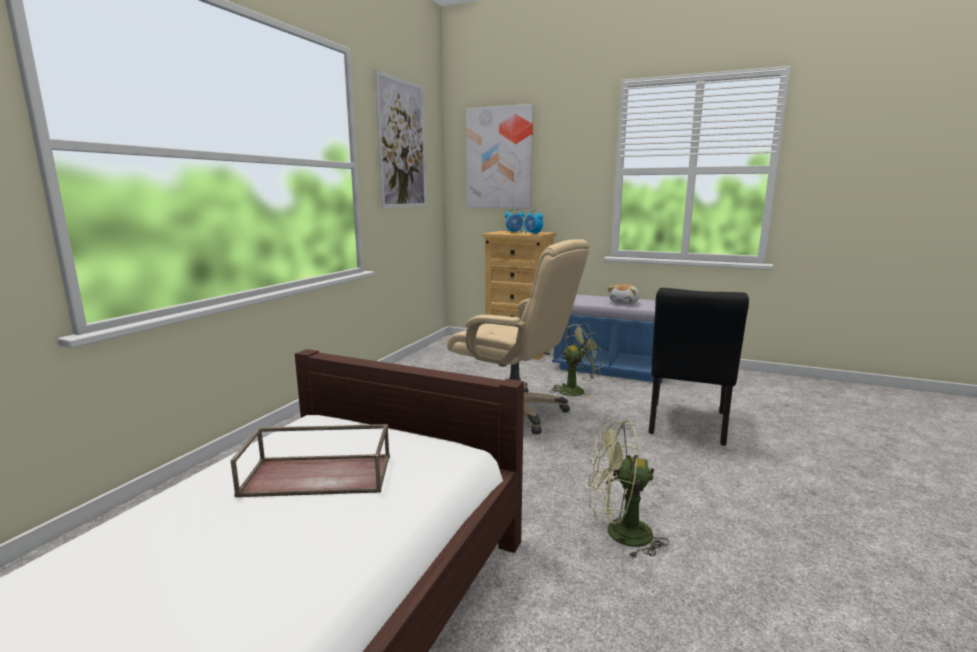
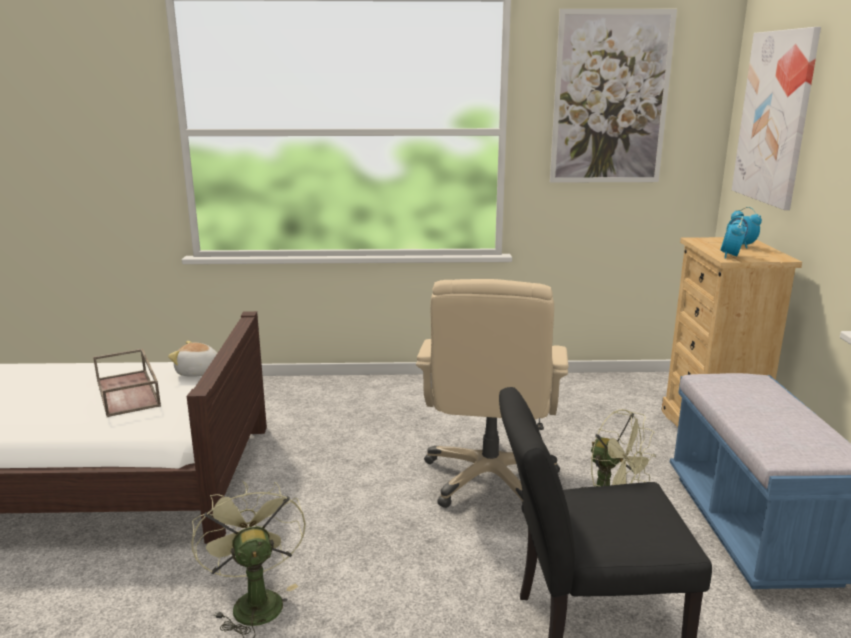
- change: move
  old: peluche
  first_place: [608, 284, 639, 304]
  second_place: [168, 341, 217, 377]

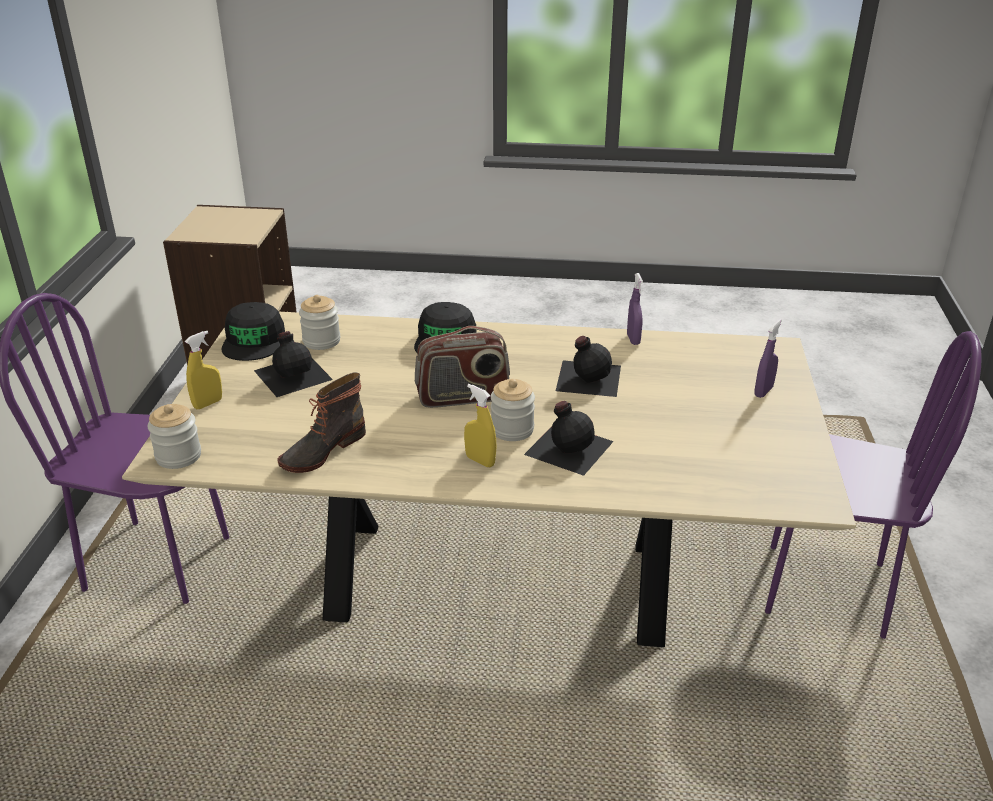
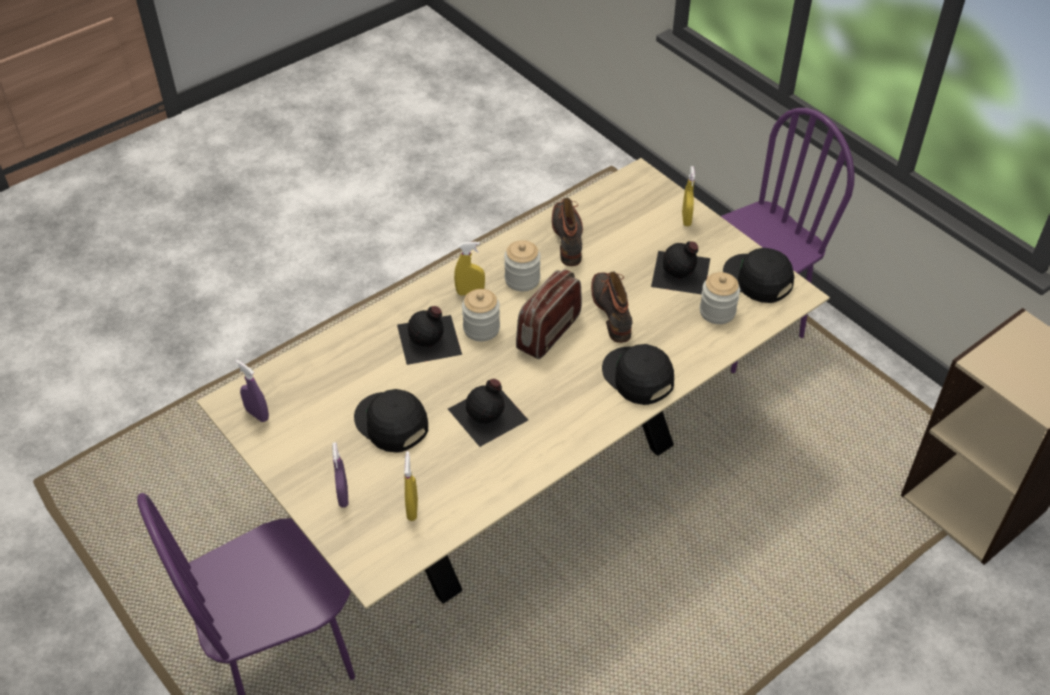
- change: move
  old: vaporisateur (violet)
  first_place: [627, 273, 643, 345]
  second_place: [236, 360, 269, 422]
- change: insert
  new: casquette (noir)
  second_place: [354, 389, 428, 453]
- change: insert
  new: vaporisateur (jaune)
  second_place: [404, 451, 418, 521]
- change: move
  old: bocal
  first_place: [148, 404, 201, 469]
  second_place: [504, 240, 541, 291]
- change: insert
  new: botte
  second_place: [591, 272, 632, 343]

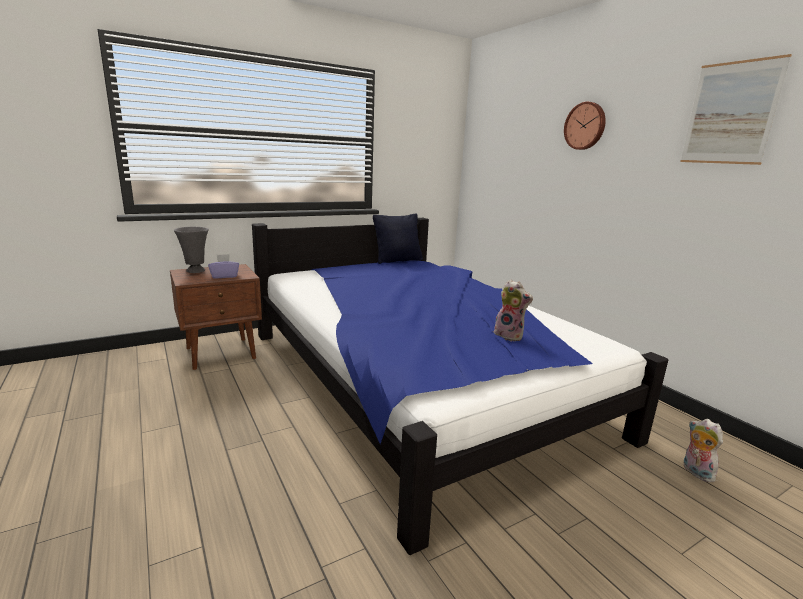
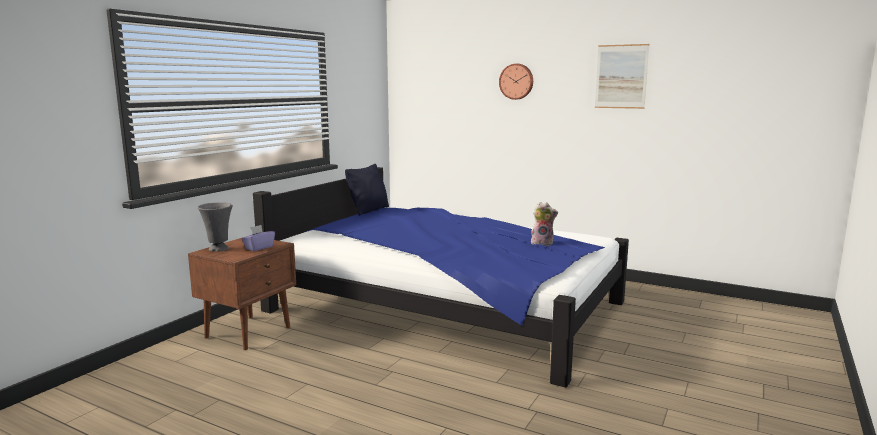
- change: delete
  old: peluche
  first_place: [683, 419, 723, 482]

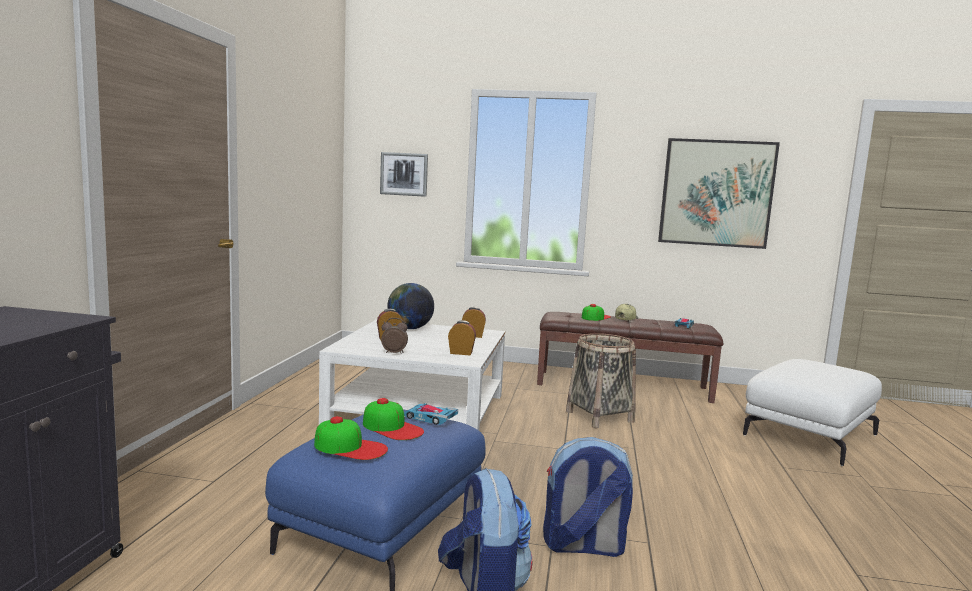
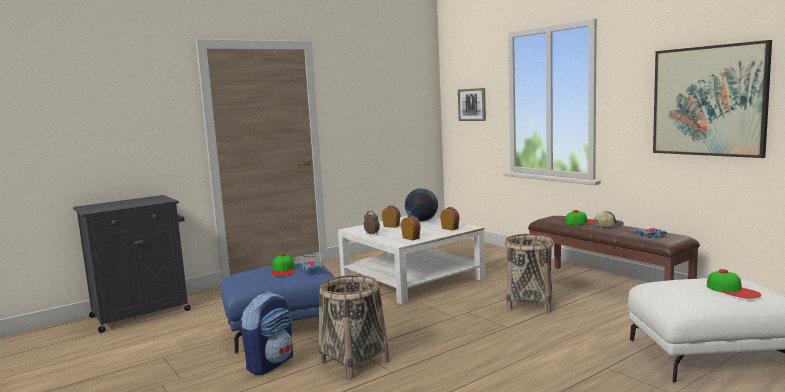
- change: replace
  old: sac à dos
  new: panier
  first_place: [543, 437, 633, 557]
  second_place: [319, 275, 390, 379]
- change: move
  old: casquette
  first_place: [314, 416, 388, 460]
  second_place: [707, 269, 761, 298]

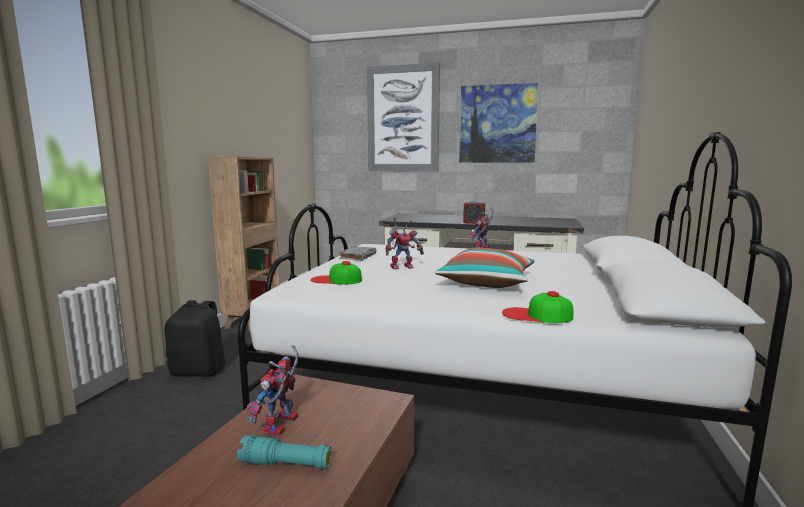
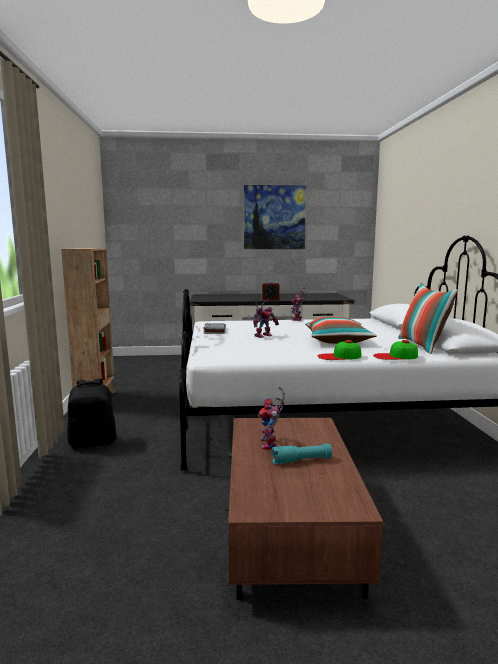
- change: move
  old: casquette
  first_place: [310, 261, 362, 284]
  second_place: [317, 340, 361, 360]
- change: insert
  new: coussin
  second_place: [398, 283, 458, 354]
- change: delete
  old: tableau
  first_place: [367, 63, 440, 172]

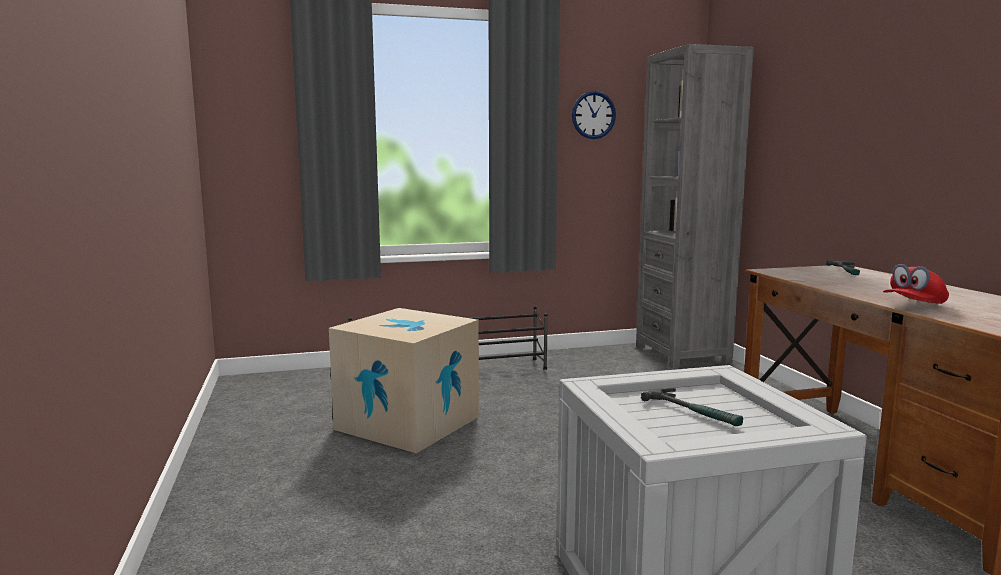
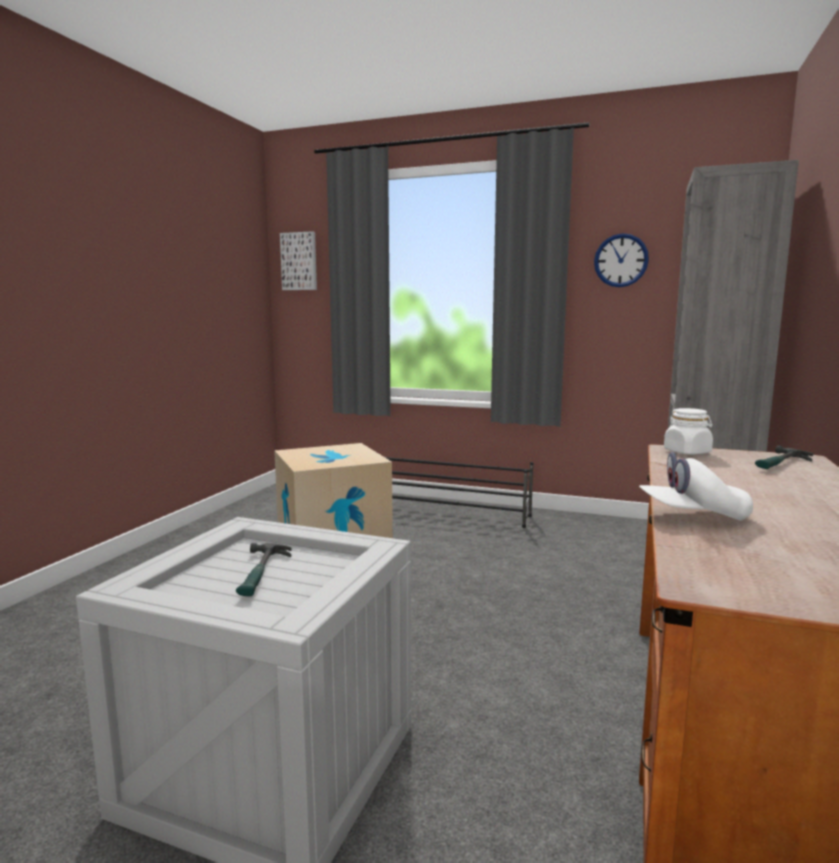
- change: insert
  new: tableau
  second_place: [280, 231, 317, 290]
- change: recolor
  old: casquette (rouge)
  new: casquette (blanc)
  first_place: [883, 264, 949, 304]
  second_place: [639, 452, 753, 521]
- change: insert
  new: bocal (blanc)
  second_place: [664, 408, 713, 455]

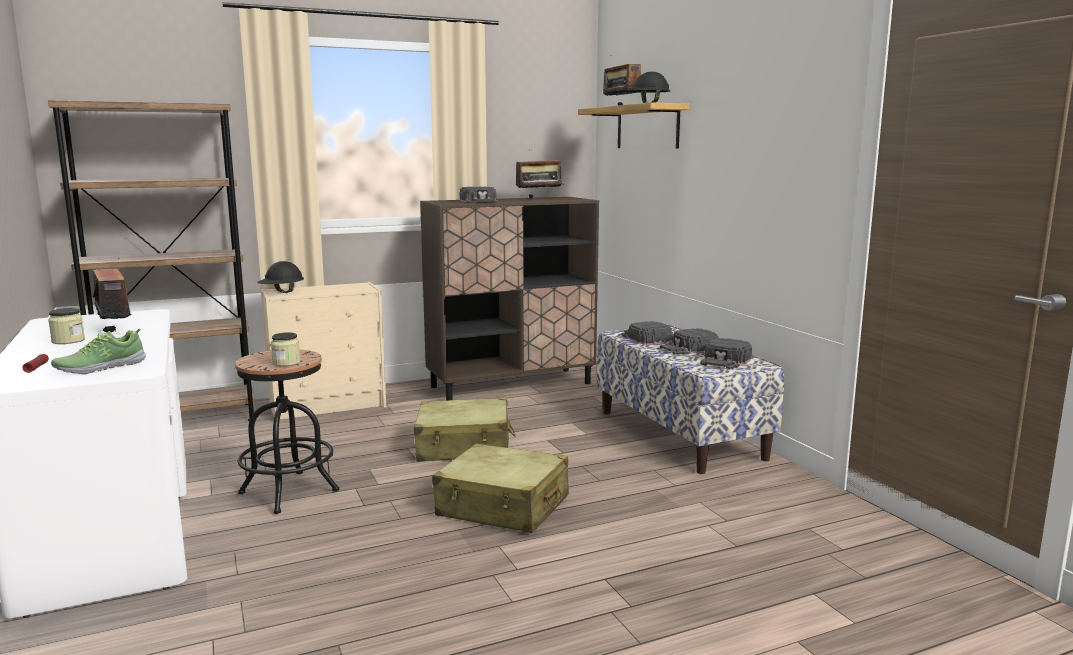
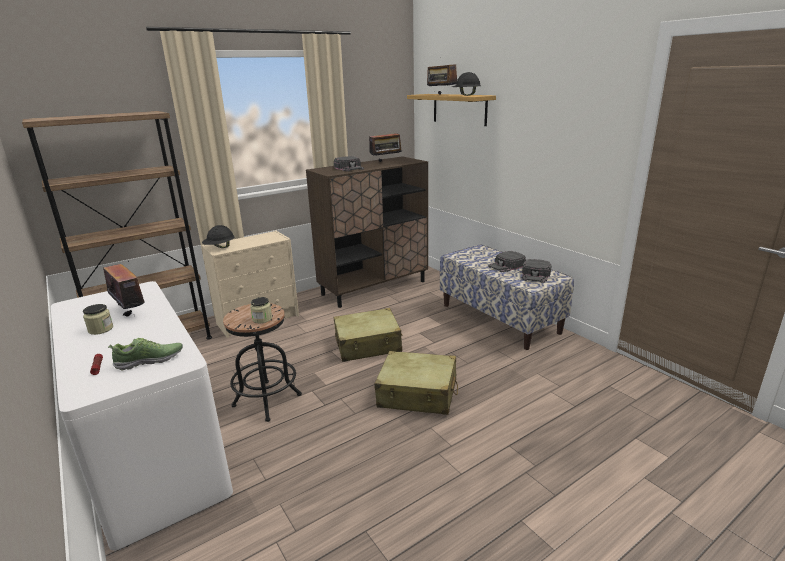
- change: rotate
  old: chaussure
  first_place: [51, 329, 146, 374]
  second_place: [109, 338, 183, 370]
  degrees: -150
- change: delete
  old: casquette (noir)
  first_place: [621, 321, 673, 345]

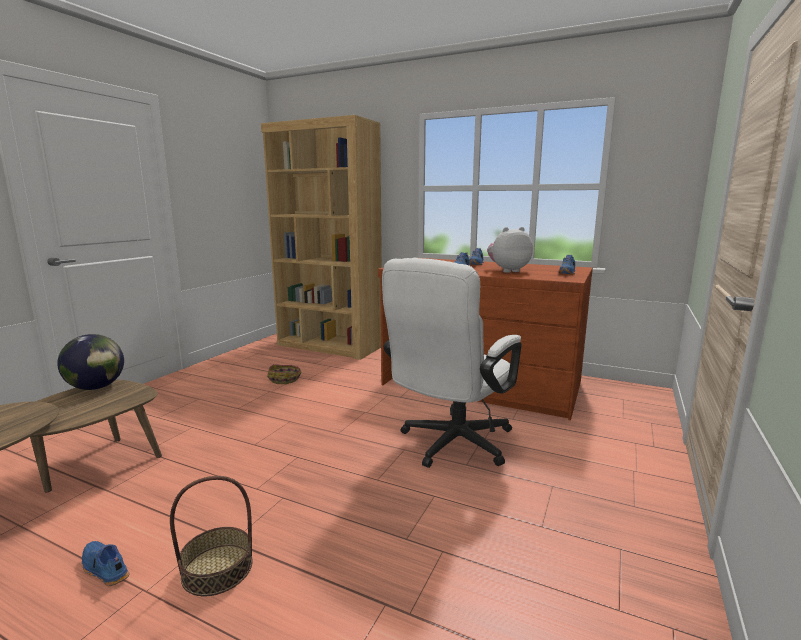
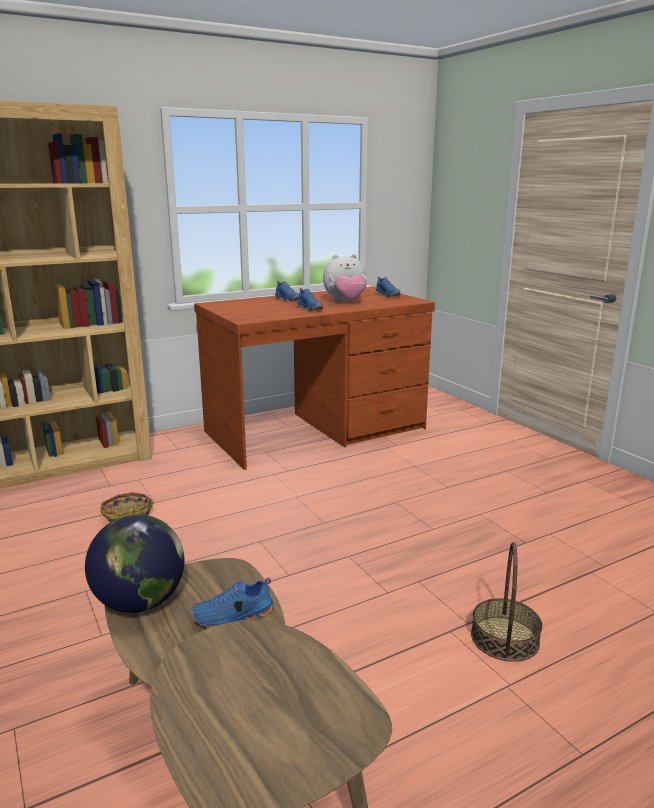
- change: move
  old: chaussure (bleu)
  first_place: [82, 541, 129, 586]
  second_place: [190, 578, 274, 628]
- change: rotate
  old: peluche
  first_place: [487, 227, 533, 273]
  second_place: [323, 254, 367, 302]
  degrees: -120
- change: delete
  old: chaise de bureau (blanc)
  first_place: [382, 258, 522, 468]

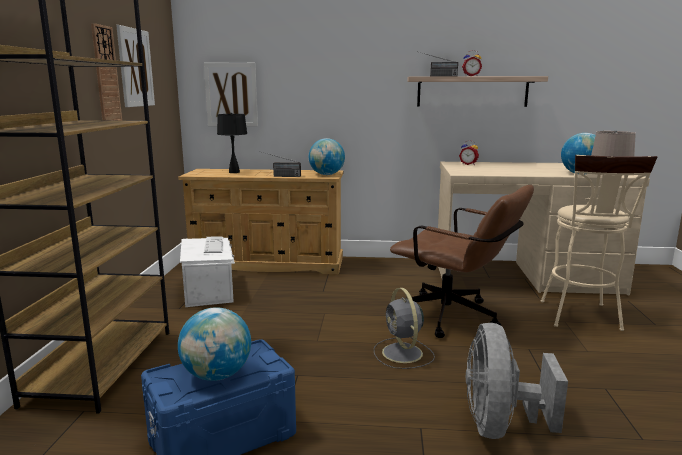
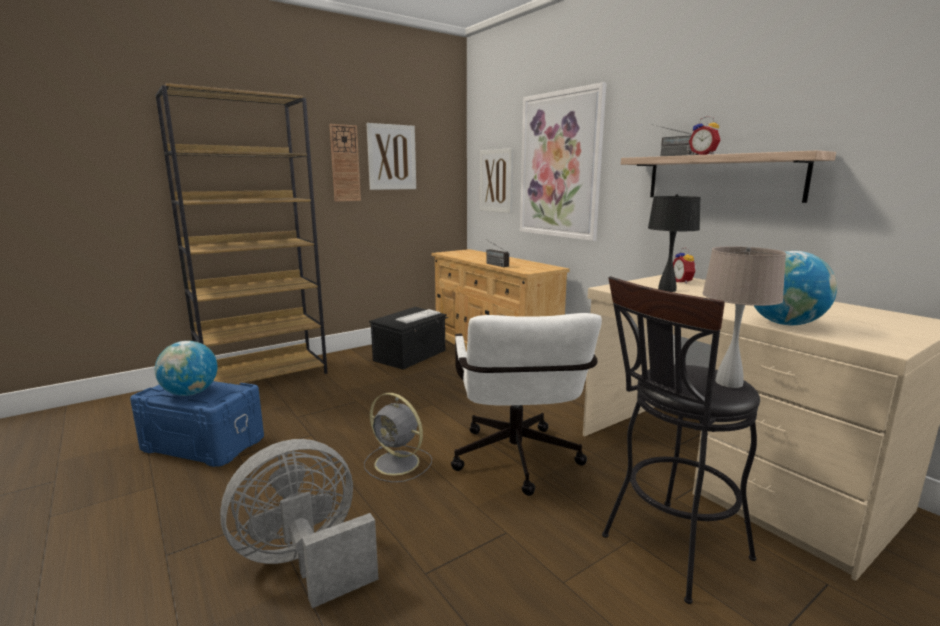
- change: rotate
  old: ventilateur (gris)
  first_place: [374, 288, 435, 369]
  second_place: [364, 393, 432, 482]
  degrees: -90
- change: recolor
  old: boîte de rangement (blanc)
  new: boîte de rangement (noir)
  first_place: [180, 238, 235, 307]
  second_place: [369, 307, 449, 370]
- change: recolor
  old: chaise de bureau (marron)
  new: chaise de bureau (blanc)
  first_place: [390, 185, 534, 338]
  second_place: [451, 313, 602, 496]
- change: insert
  new: tableau
  second_place: [520, 82, 607, 241]
- change: recolor
  old: tabouret (beige)
  new: tabouret (noir)
  first_place: [541, 155, 657, 331]
  second_place: [602, 276, 760, 604]
- change: move
  old: lampe de table (noir)
  first_place: [217, 113, 247, 173]
  second_place: [648, 194, 701, 292]
- change: delete
  old: globe
  first_place: [309, 138, 345, 175]

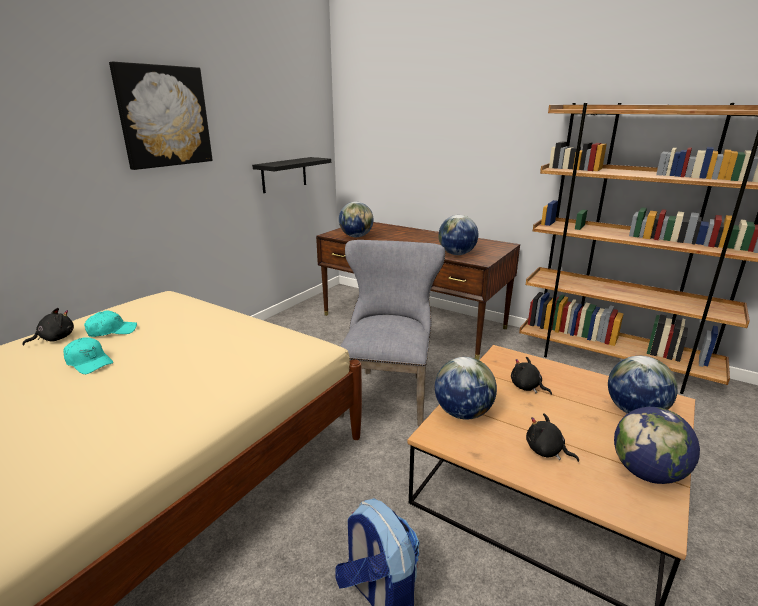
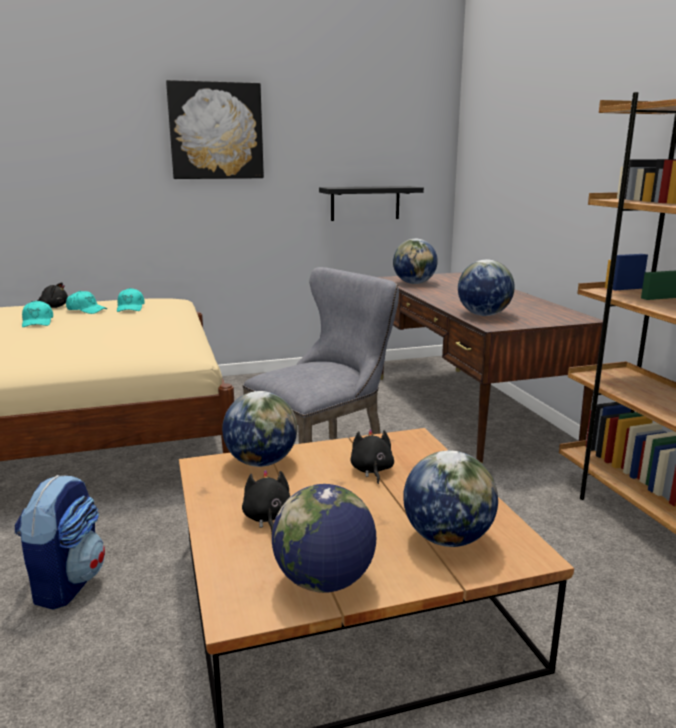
- change: insert
  new: casquette (turquoise)
  second_place: [117, 288, 144, 312]

